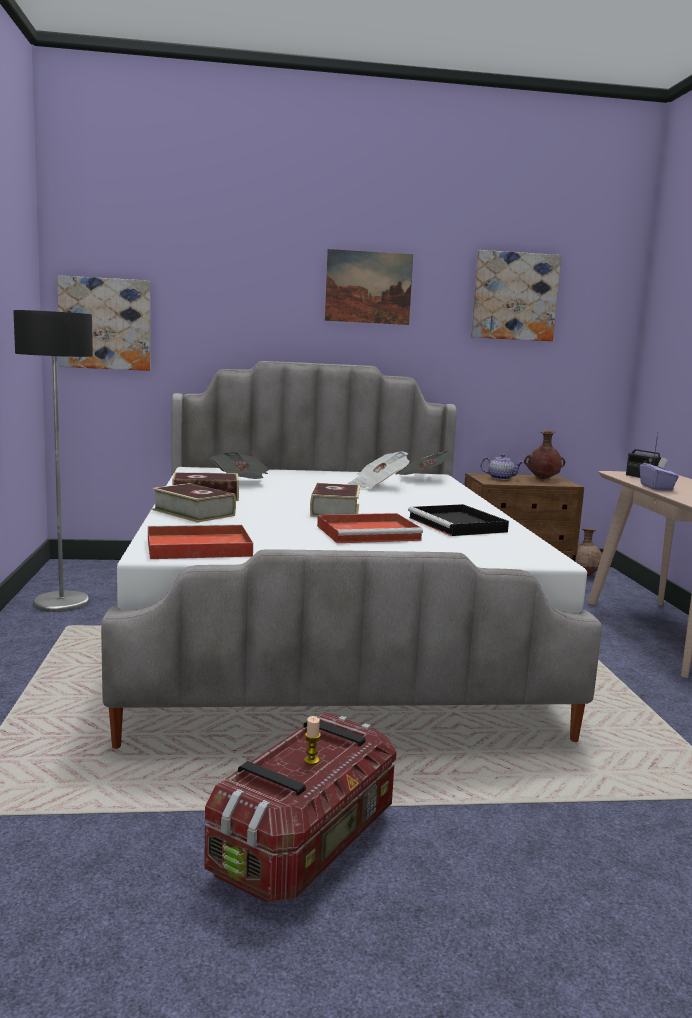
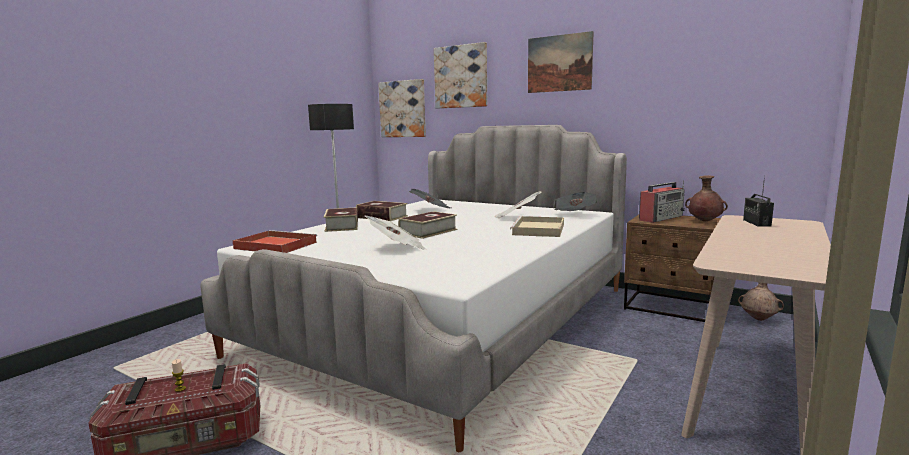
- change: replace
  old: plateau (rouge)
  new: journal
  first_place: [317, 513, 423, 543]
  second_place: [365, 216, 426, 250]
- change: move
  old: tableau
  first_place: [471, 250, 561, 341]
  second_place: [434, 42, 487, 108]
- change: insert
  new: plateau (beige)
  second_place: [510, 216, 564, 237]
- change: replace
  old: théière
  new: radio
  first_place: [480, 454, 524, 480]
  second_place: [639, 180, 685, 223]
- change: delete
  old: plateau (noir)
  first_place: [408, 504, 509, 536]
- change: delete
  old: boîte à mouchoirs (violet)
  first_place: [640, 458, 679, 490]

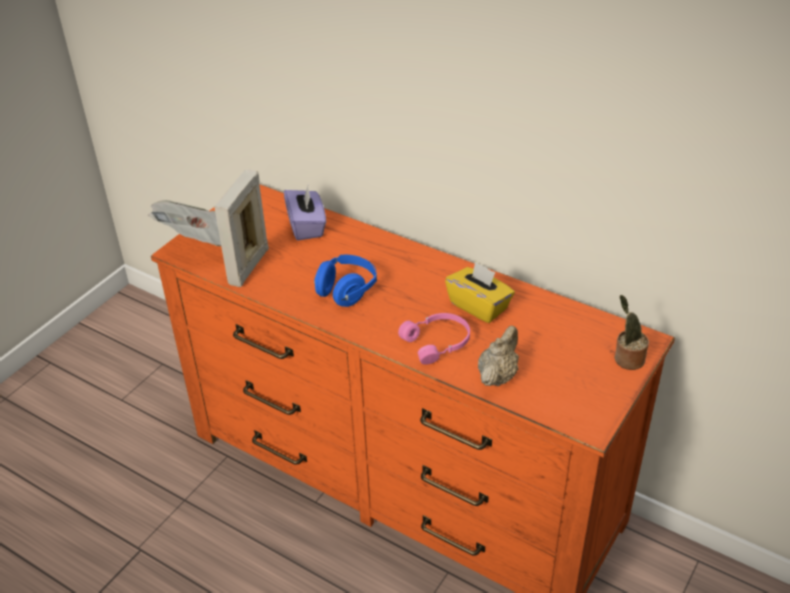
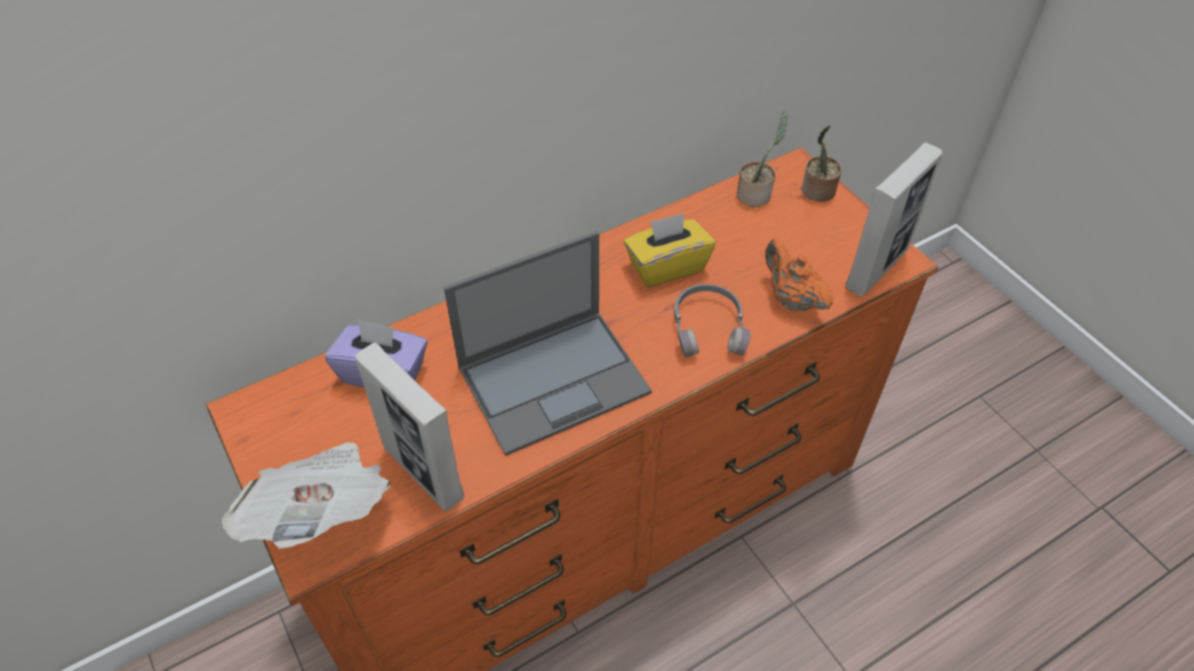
- change: replace
  old: casque audio (bleu)
  new: ordinateur portable
  first_place: [314, 255, 377, 307]
  second_place: [444, 231, 652, 456]
- change: recolor
  old: casque audio (rose)
  new: casque audio (gris)
  first_place: [398, 313, 470, 365]
  second_place: [674, 284, 751, 357]
- change: insert
  new: plante en pot
  second_place: [737, 111, 788, 207]
- change: recolor
  old: théière (beige)
  new: théière (orange)
  first_place: [478, 326, 519, 386]
  second_place: [765, 239, 833, 311]
- change: insert
  new: cadre photo
  second_place: [845, 142, 943, 296]

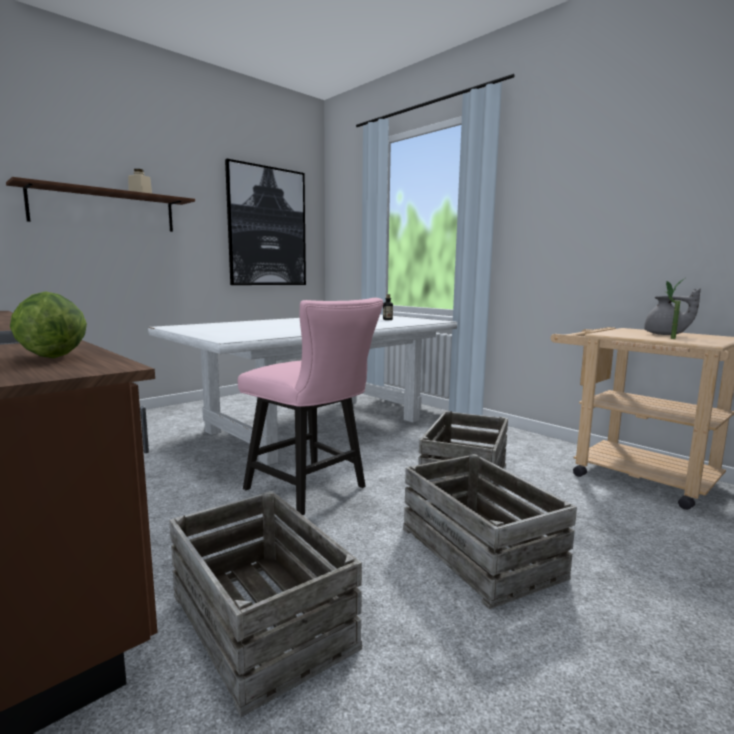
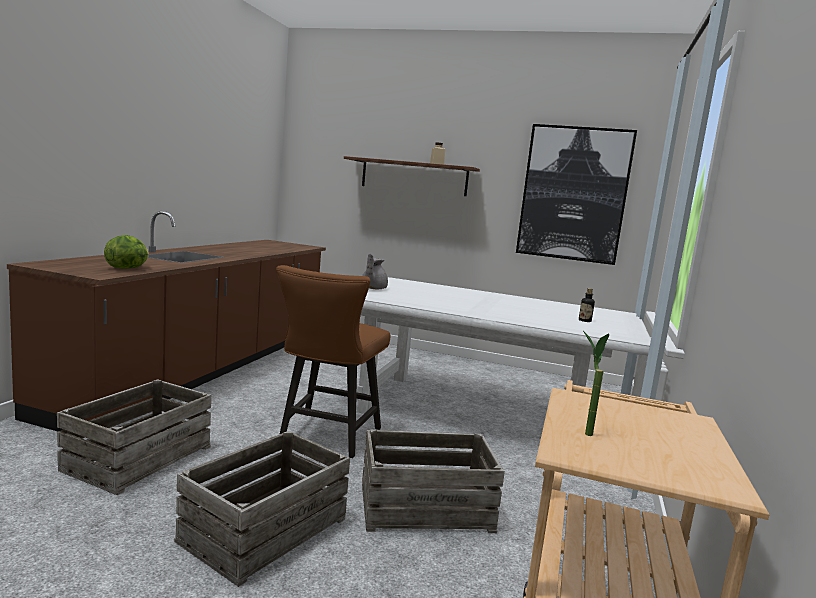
- change: recolor
  old: chaise (rose)
  new: chaise (marron)
  first_place: [238, 298, 384, 515]
  second_place: [276, 265, 390, 458]
- change: move
  old: théière (gris)
  first_place: [644, 288, 701, 335]
  second_place: [362, 254, 388, 289]

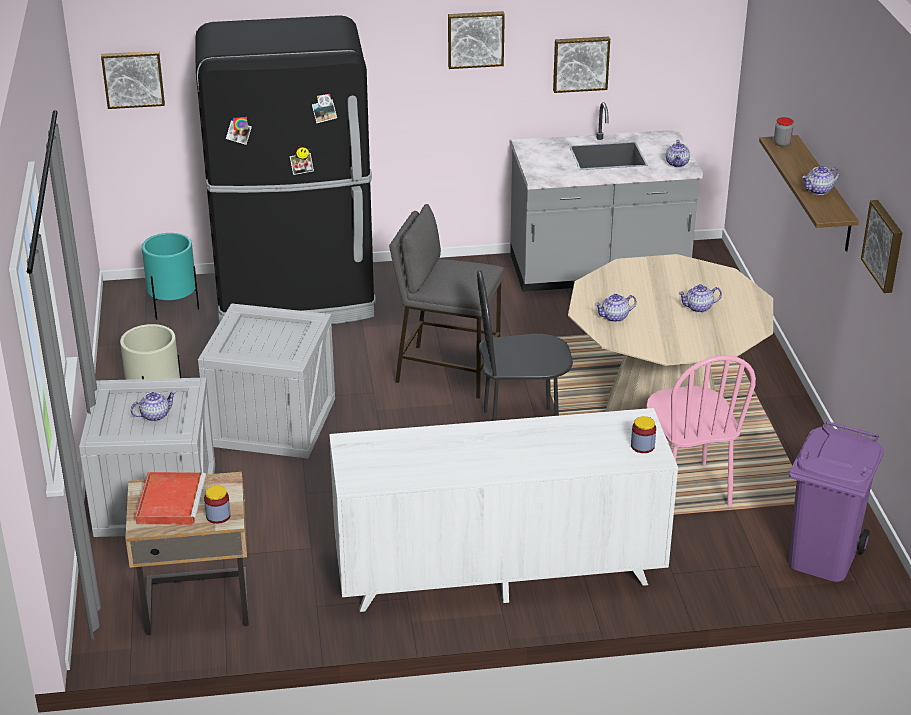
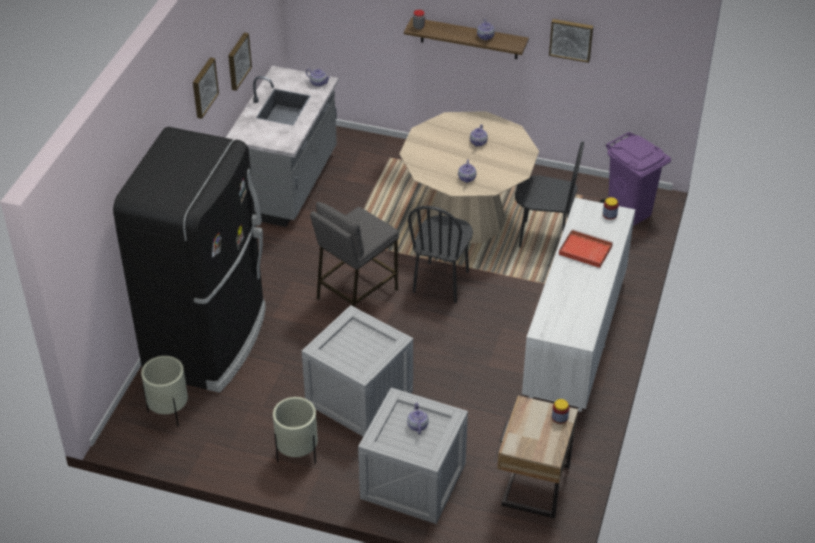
- change: recolor
  old: cache-pot (turquoise)
  new: cache-pot (beige)
  first_place: [142, 233, 199, 320]
  second_place: [141, 356, 188, 427]
- change: recolor
  old: chaise (rose)
  new: chaise (noir)
  first_place: [647, 355, 756, 507]
  second_place: [515, 142, 584, 247]
- change: move
  old: plateau (rouge)
  first_place: [135, 472, 206, 525]
  second_place: [559, 229, 613, 268]
- change: delete
  old: tableau
  first_place: [101, 51, 165, 109]

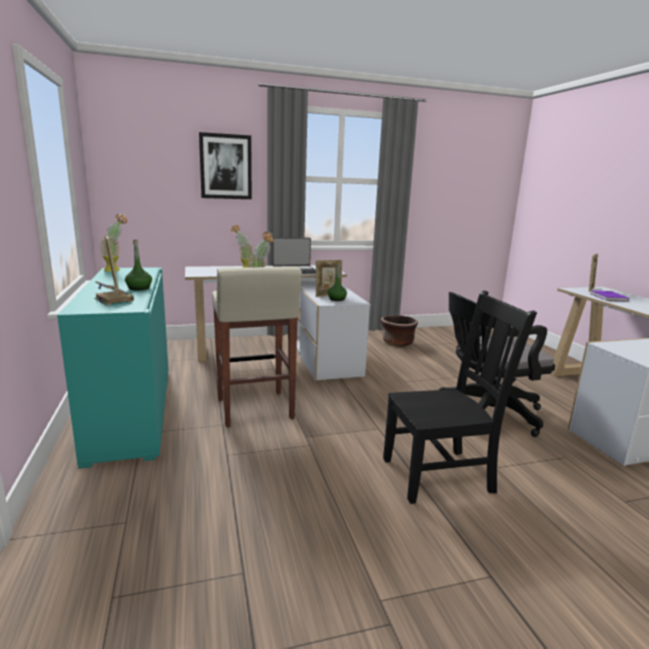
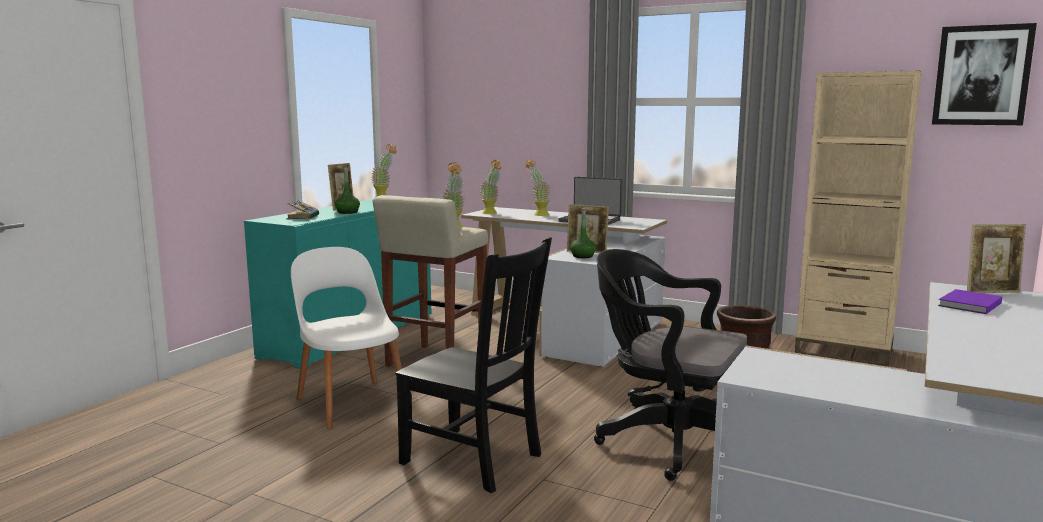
- change: insert
  new: chaise (blanc)
  second_place: [291, 247, 402, 429]
- change: insert
  new: plante en pot
  second_place: [480, 160, 501, 214]
- change: insert
  new: bibliothèque (beige)
  second_place: [795, 71, 922, 367]
- change: move
  old: tableau
  first_place: [199, 132, 252, 199]
  second_place: [932, 23, 1037, 125]

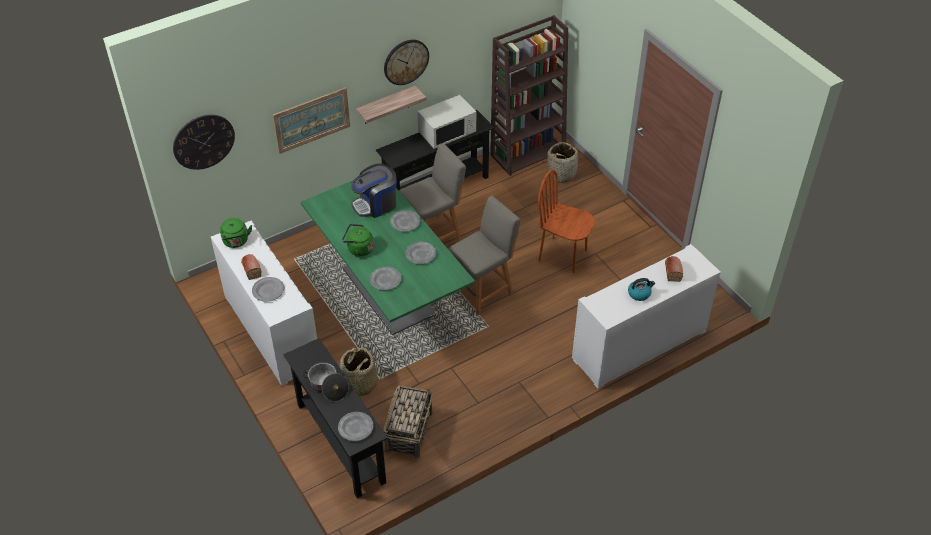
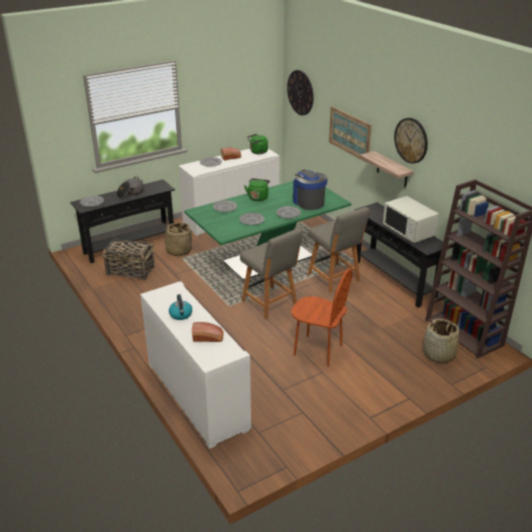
- change: rotate
  old: chaise (marron)
  first_place: [538, 169, 595, 273]
  second_place: [291, 268, 353, 367]
  degrees: 90

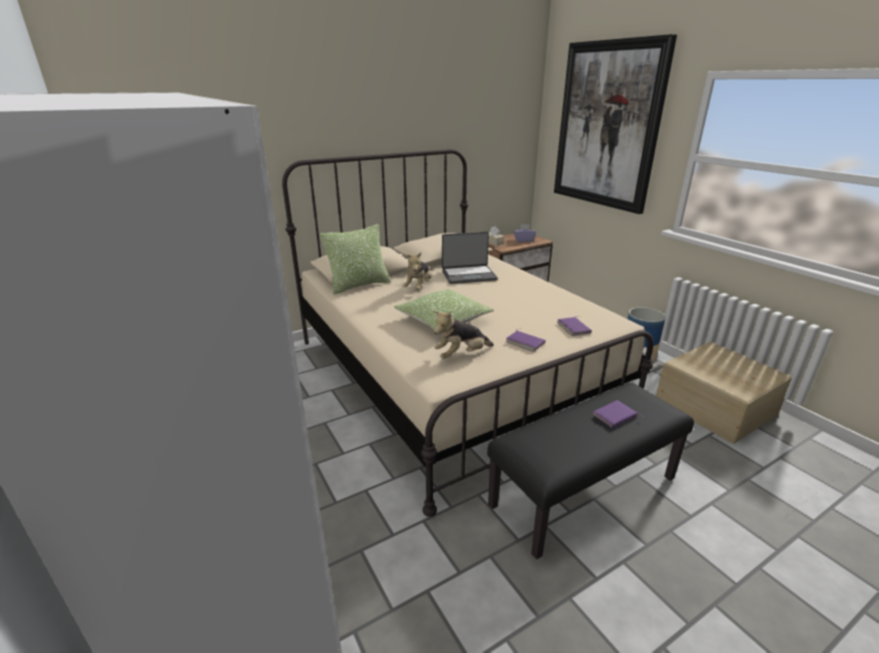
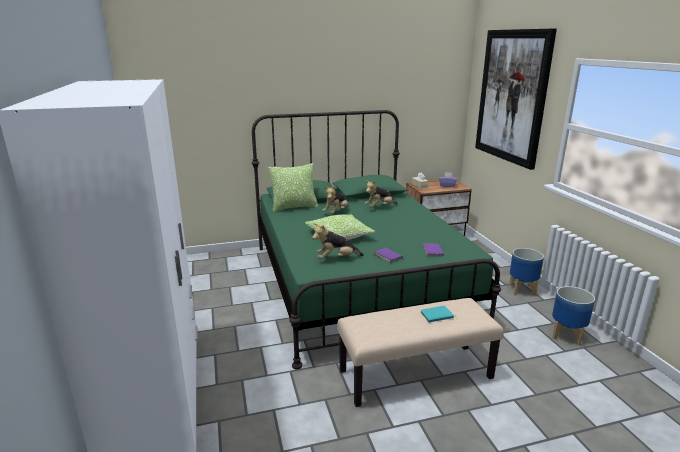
- change: recolor
  old: lit (beige)
  new: lit (vert)
  first_place: [282, 149, 653, 517]
  second_place: [252, 110, 501, 369]
- change: recolor
  old: banc (noir)
  new: banc (beige)
  first_place: [487, 383, 694, 559]
  second_place: [337, 298, 504, 407]
- change: replace
  old: ordinateur portable
  new: peluche
  first_place: [442, 232, 498, 284]
  second_place: [365, 180, 397, 207]
- change: recolor
  old: livre (violet)
  new: livre (turquoise)
  first_place: [593, 400, 644, 428]
  second_place: [421, 306, 457, 322]
- change: replace
  old: boîte de rangement (beige)
  new: cache-pot
  first_place: [656, 342, 792, 444]
  second_place: [552, 286, 595, 346]

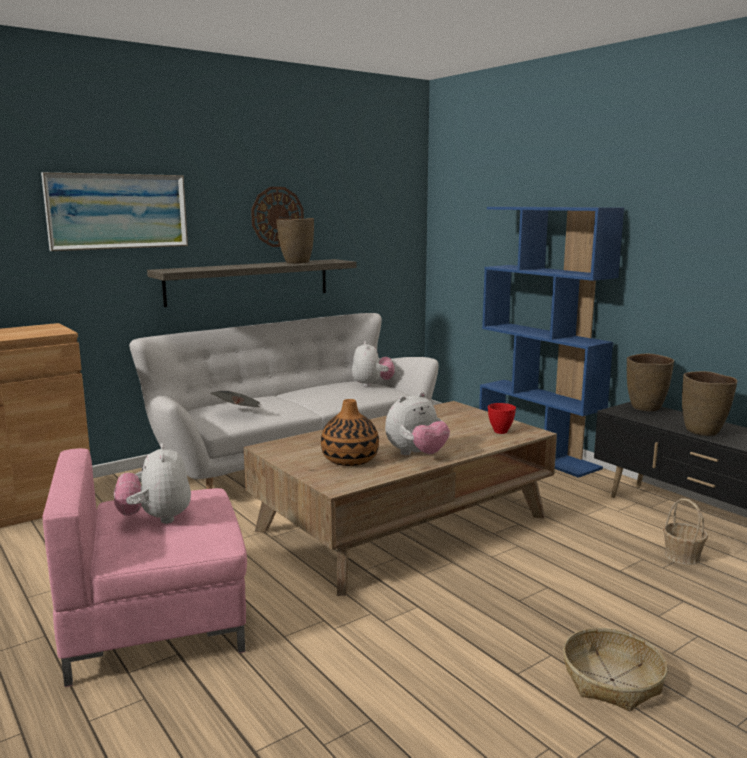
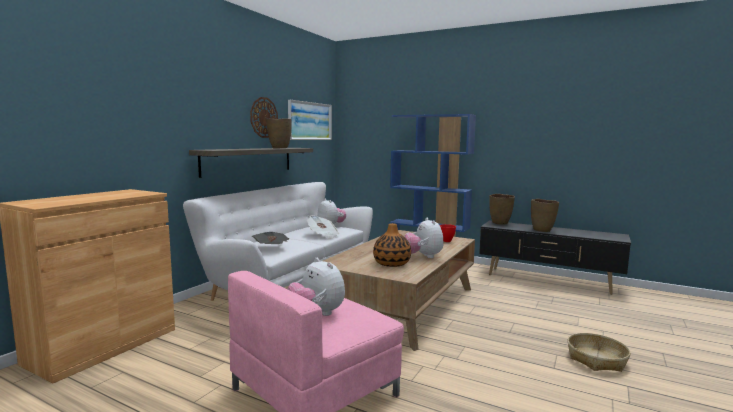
- change: move
  old: tableau
  first_place: [41, 172, 188, 251]
  second_place: [288, 100, 332, 140]
- change: insert
  new: journal
  second_place: [307, 215, 339, 239]
- change: rotate
  old: peluche
  first_place: [385, 392, 450, 455]
  second_place: [405, 218, 444, 258]
  degrees: 135
- change: delete
  old: panier
  first_place: [663, 498, 708, 565]

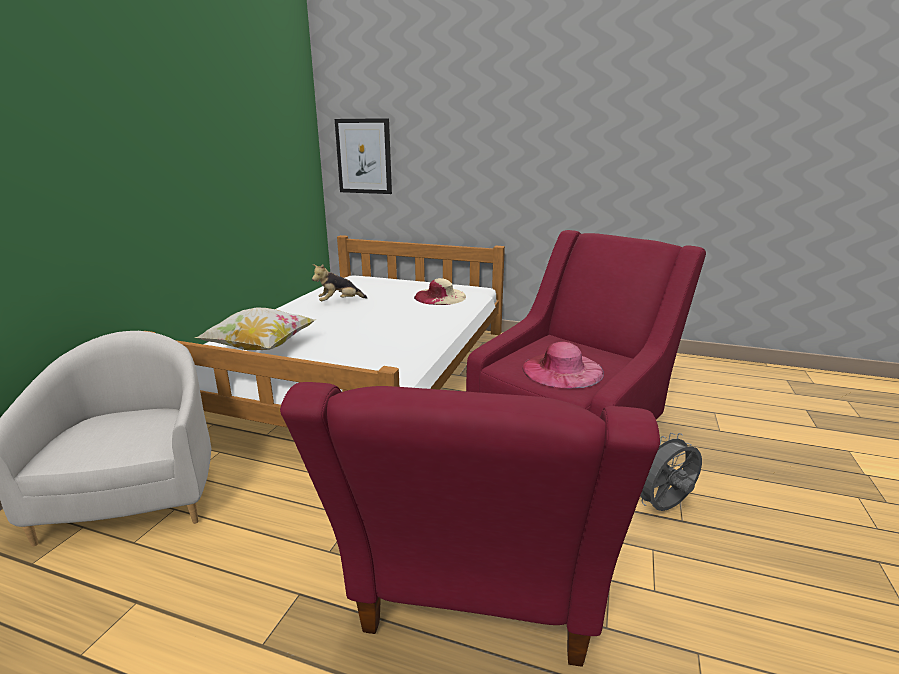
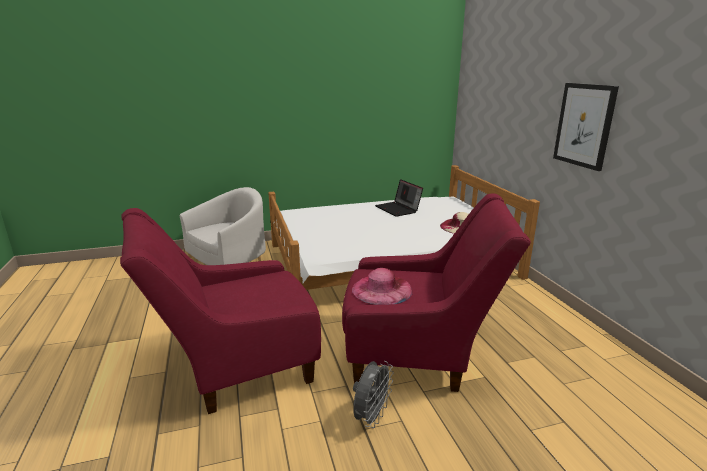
- change: rotate
  old: ventilateur (gris)
  first_place: [640, 433, 702, 511]
  second_place: [353, 361, 394, 428]
  degrees: 90
- change: replace
  old: peluche
  new: ordinateur portable
  first_place: [312, 264, 368, 301]
  second_place: [375, 179, 423, 217]
- change: move
  old: tableau
  first_place: [335, 118, 392, 194]
  second_place: [553, 83, 619, 171]
- change: delete
  old: coussin
  first_place: [195, 308, 317, 350]

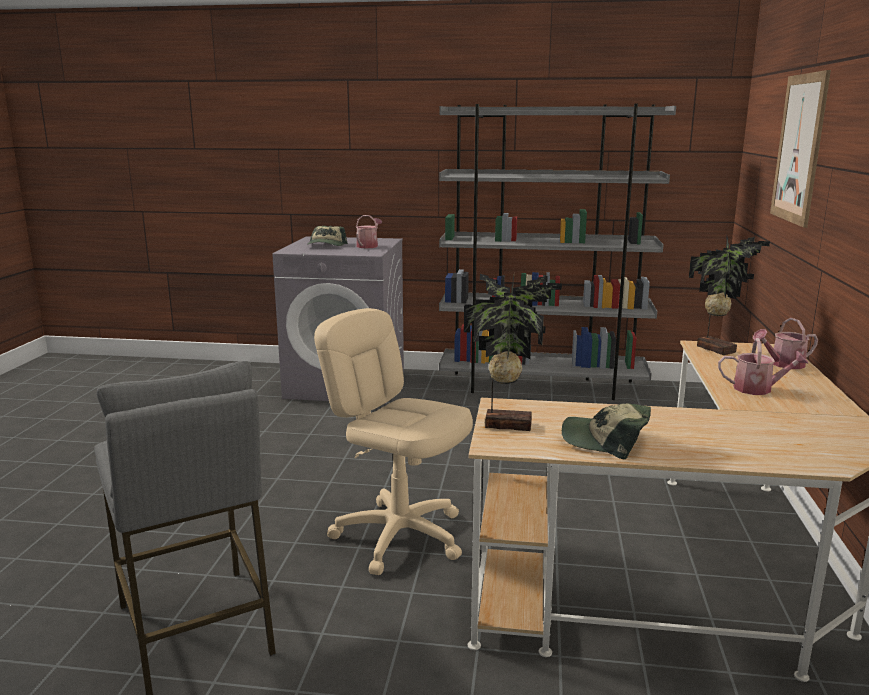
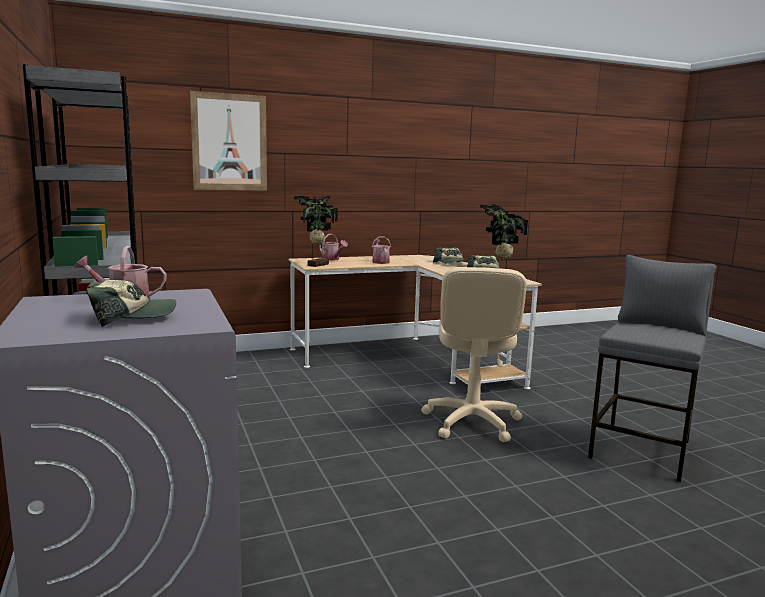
- change: insert
  new: casquette
  second_place: [433, 248, 469, 264]

